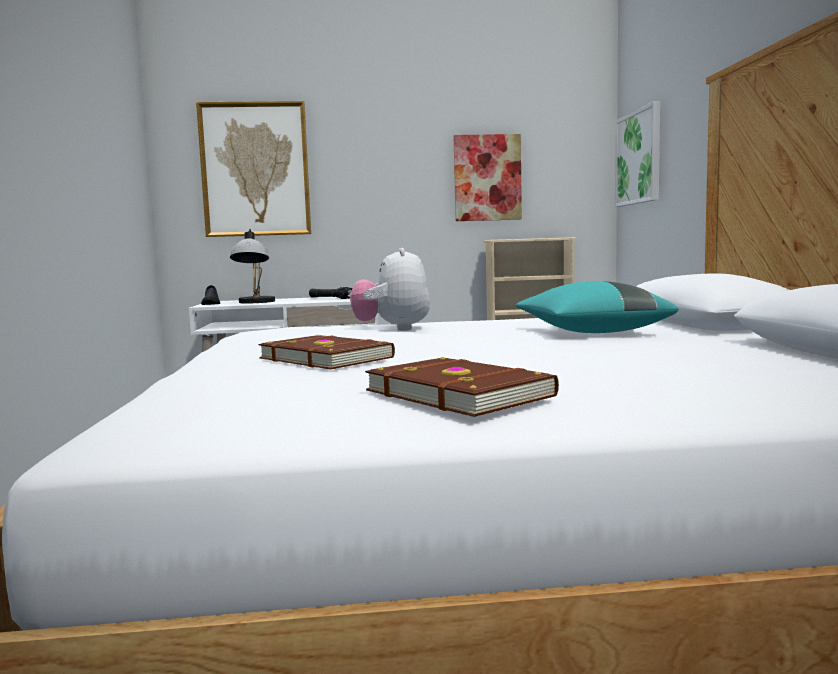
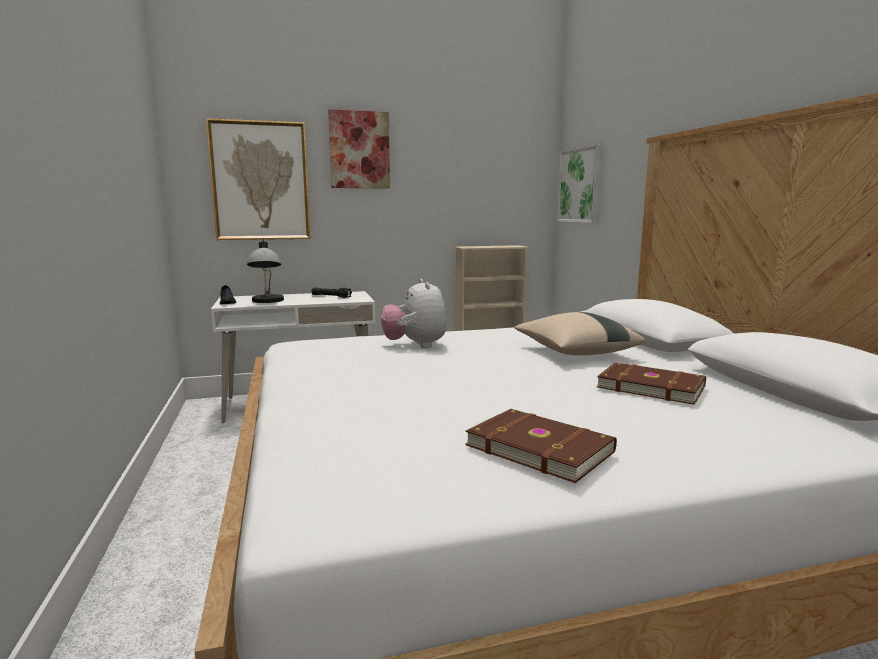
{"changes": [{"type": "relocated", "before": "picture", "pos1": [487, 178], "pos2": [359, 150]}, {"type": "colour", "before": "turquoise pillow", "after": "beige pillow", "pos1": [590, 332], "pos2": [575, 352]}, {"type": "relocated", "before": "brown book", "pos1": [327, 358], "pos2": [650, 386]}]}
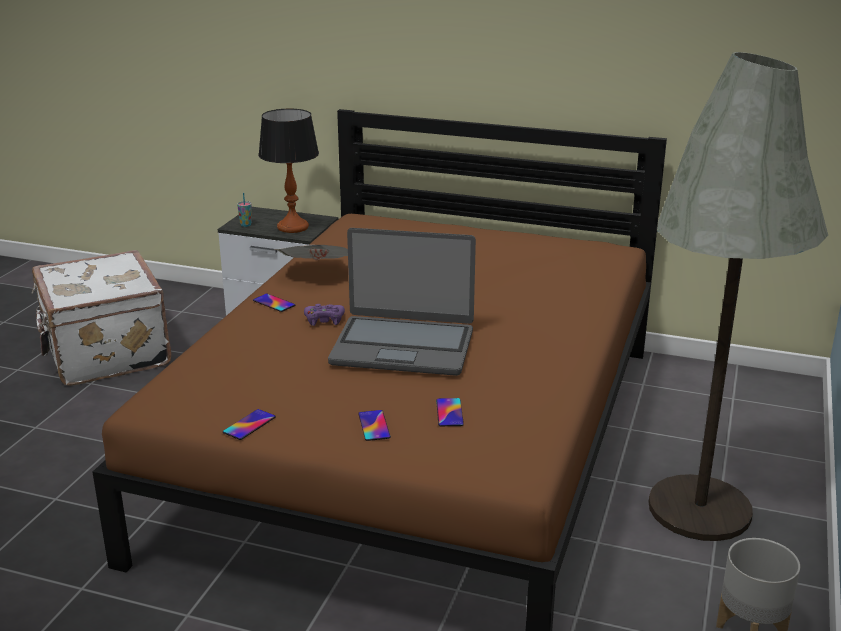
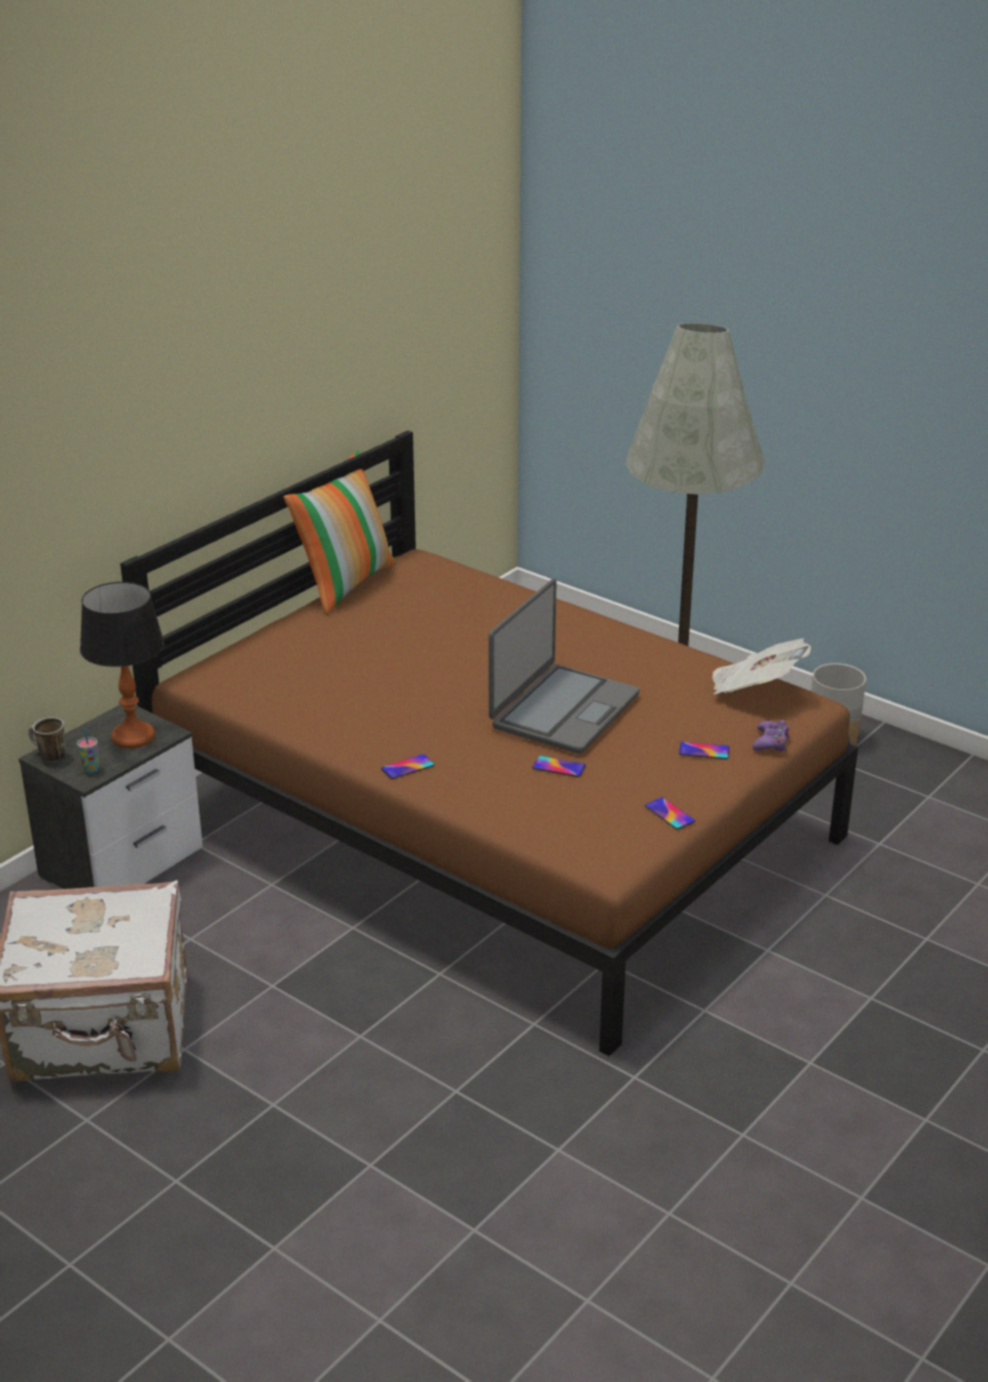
{"changes": [{"type": "relocated", "before": "newspaper", "pos1": [318, 273], "pos2": [755, 689]}, {"type": "relocated", "before": "purple game controller", "pos1": [324, 320], "pos2": [771, 742]}, {"type": "relocated", "before": "phone", "pos1": [449, 412], "pos2": [559, 767]}, {"type": "appeared", "after": "pillow", "pos2": [345, 583]}, {"type": "appeared", "after": "mug", "pos2": [48, 757]}]}
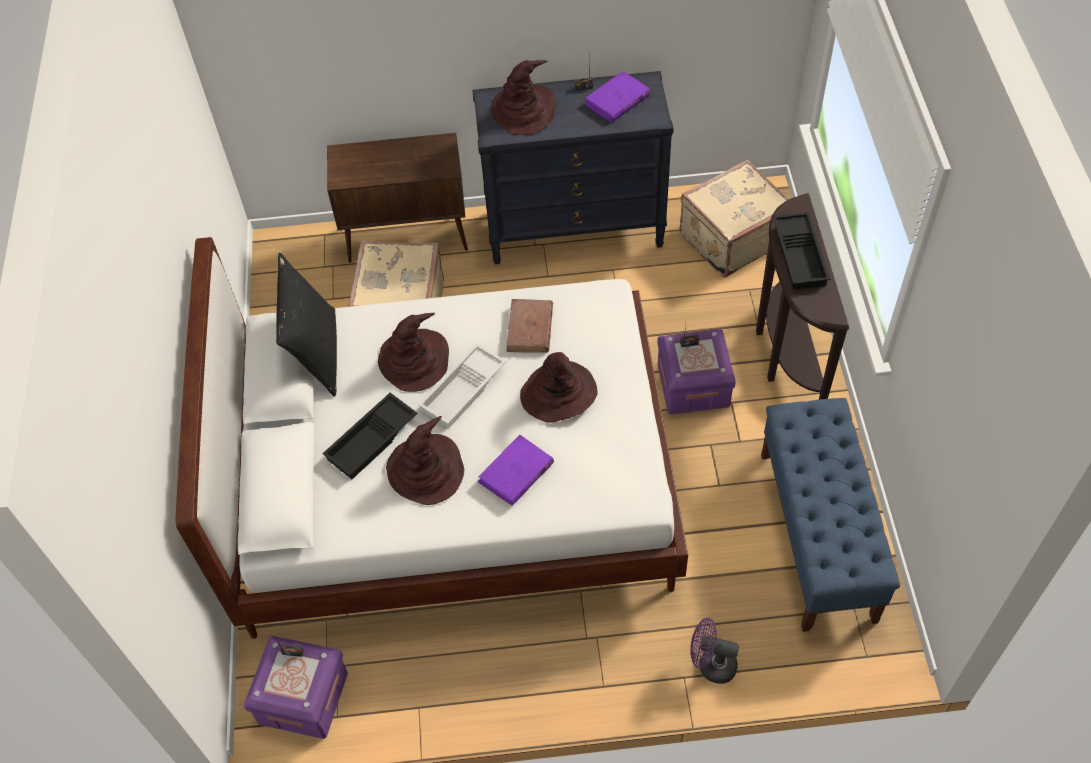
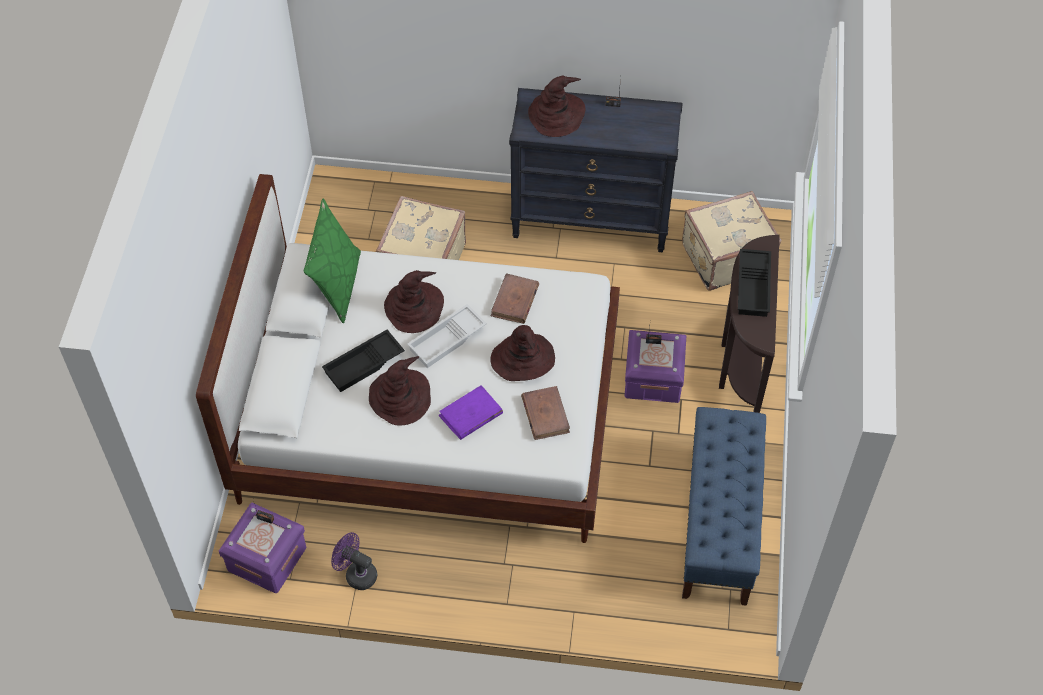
{"changes": [{"type": "missing", "before": "purple book", "pos1": [617, 100]}, {"type": "missing", "before": "brown cabinet", "pos1": [408, 237]}, {"type": "colour", "before": "black pillow", "after": "green pillow", "pos1": [316, 353], "pos2": [337, 285]}, {"type": "relocated", "before": "purple fan", "pos1": [711, 664], "pos2": [356, 574]}, {"type": "appeared", "after": "brown book", "pos2": [545, 414]}]}
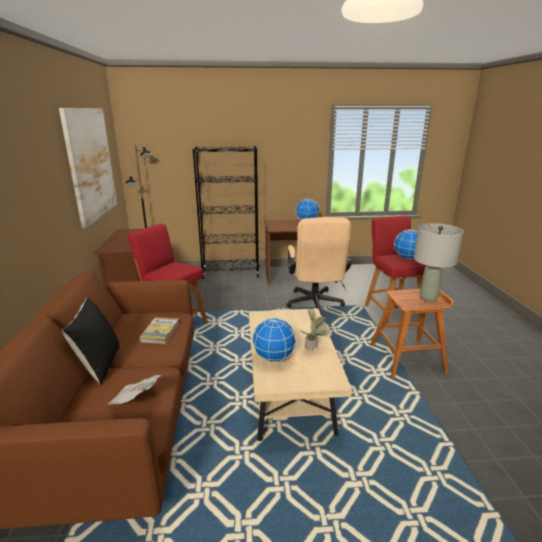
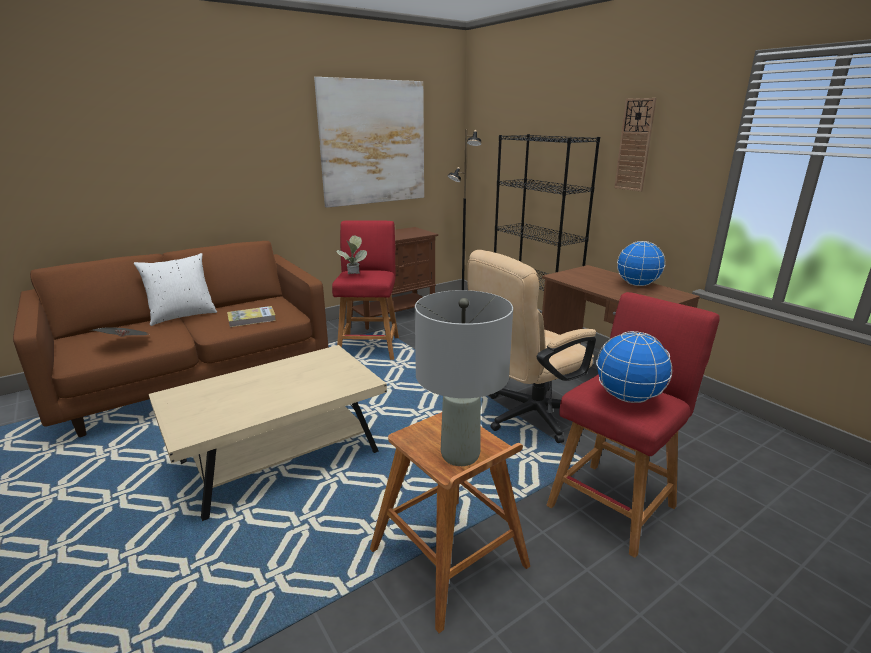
{"changes": [{"type": "colour", "before": "black pillow", "after": "white pillow", "pos1": [99, 365], "pos2": [182, 316]}, {"type": "relocated", "before": "potted plant", "pos1": [314, 348], "pos2": [353, 276]}, {"type": "missing", "before": "globe", "pos1": [273, 358]}, {"type": "appeared", "after": "wall clock", "pos2": [635, 145]}]}
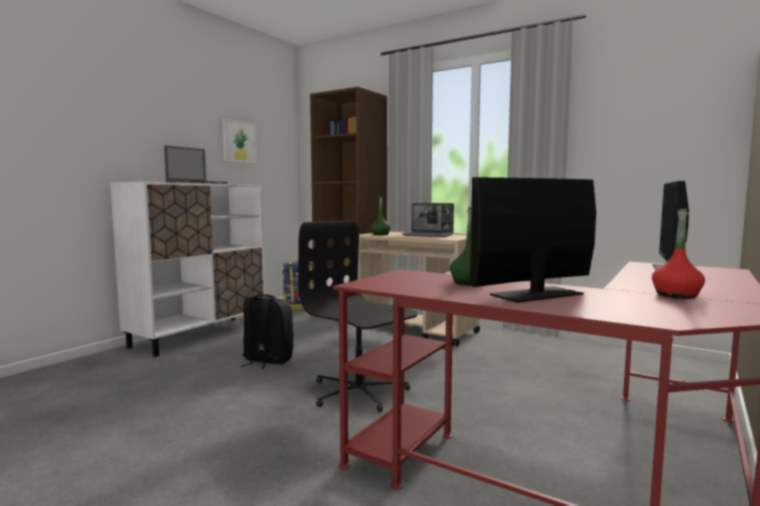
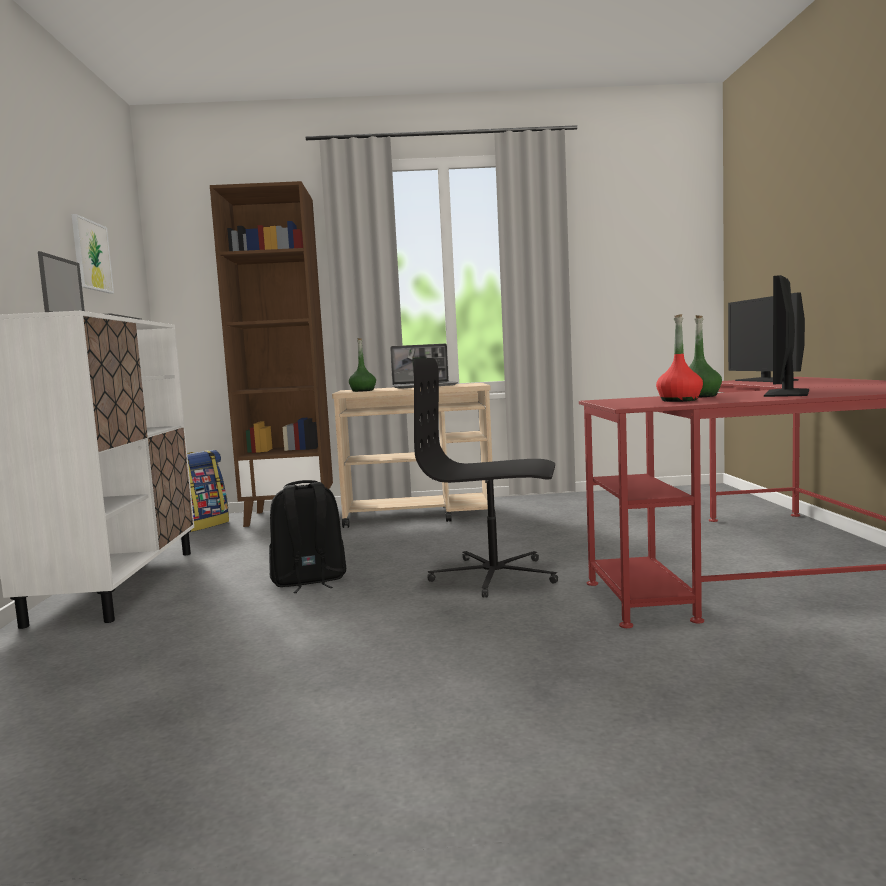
{"changes": [{"type": "relocated", "before": "red bottle", "pos1": [676, 295], "pos2": [679, 400]}]}
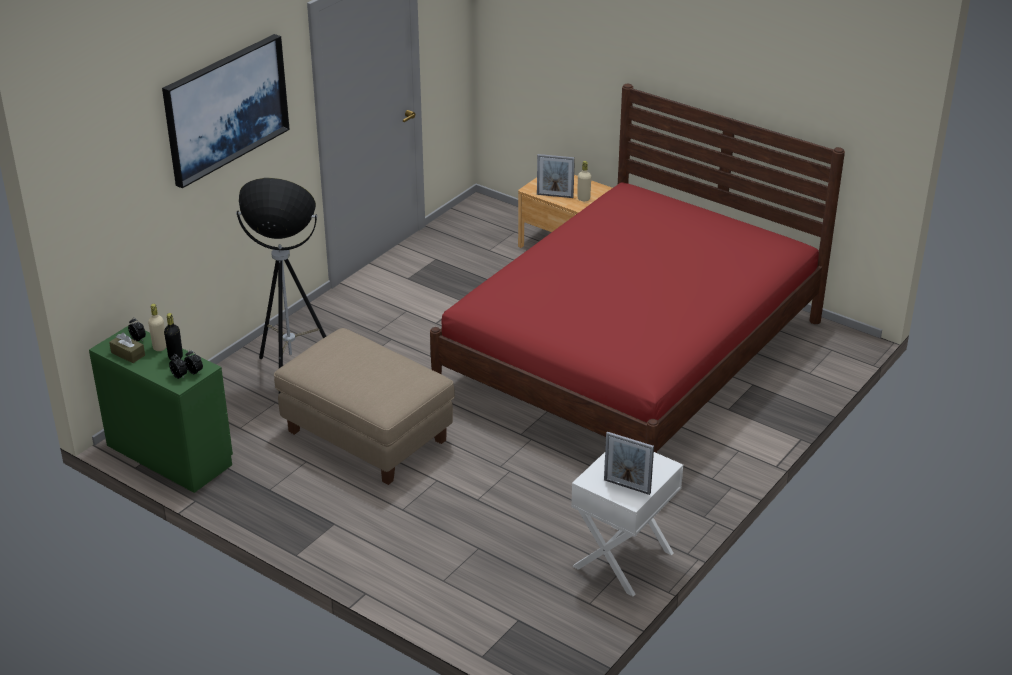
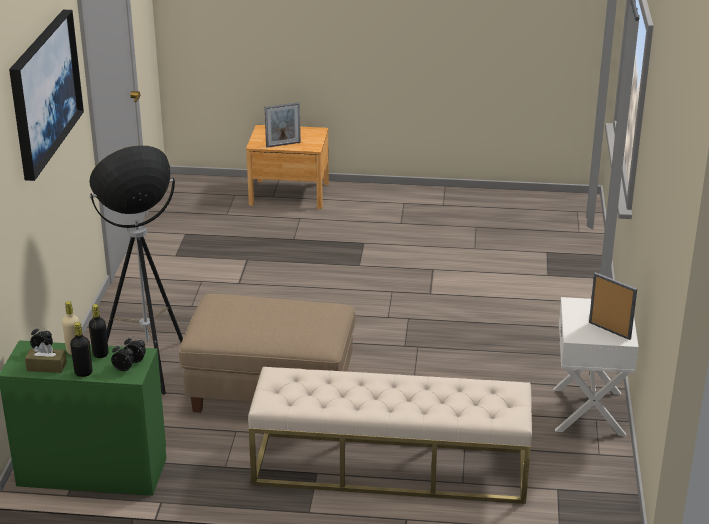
{"changes": [{"type": "missing", "before": "red bed", "pos1": [632, 356]}, {"type": "missing", "before": "beige bottle", "pos1": [583, 199]}, {"type": "spun", "before": "picture frame", "pos1": [627, 486], "pos2": [609, 330], "turn": -135}, {"type": "appeared", "after": "black bottle", "pos2": [83, 373]}, {"type": "appeared", "after": "beige bench", "pos2": [390, 467]}]}
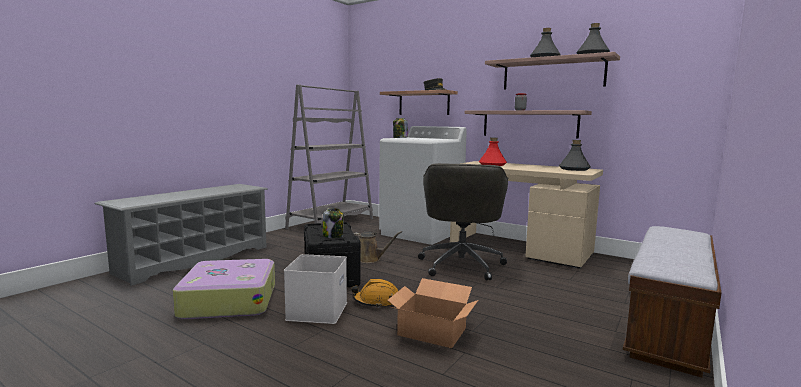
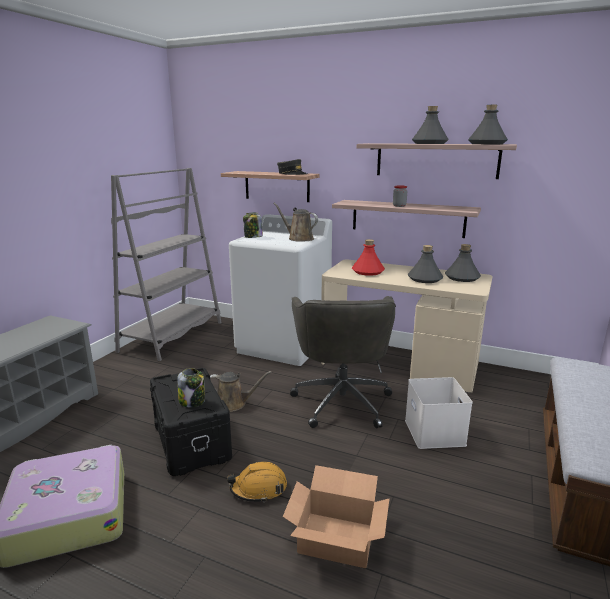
{"changes": [{"type": "relocated", "before": "white storage box", "pos1": [316, 310], "pos2": [433, 432]}, {"type": "appeared", "after": "brown watering can", "pos2": [298, 238]}, {"type": "appeared", "after": "grey bottle", "pos2": [424, 279]}]}
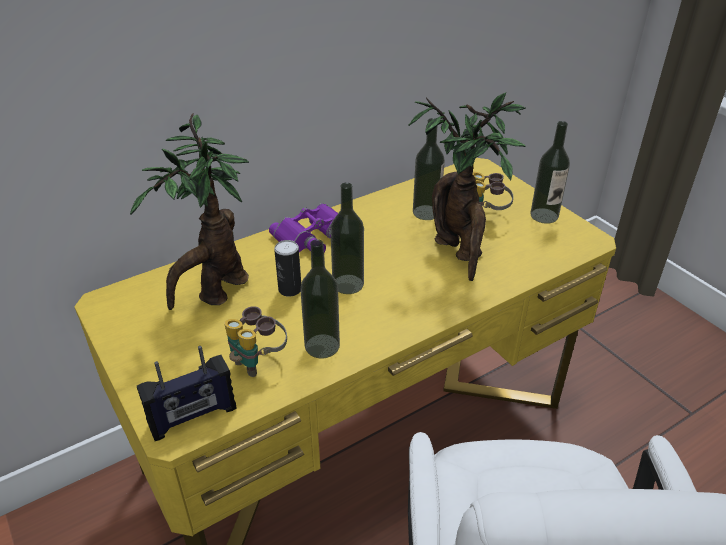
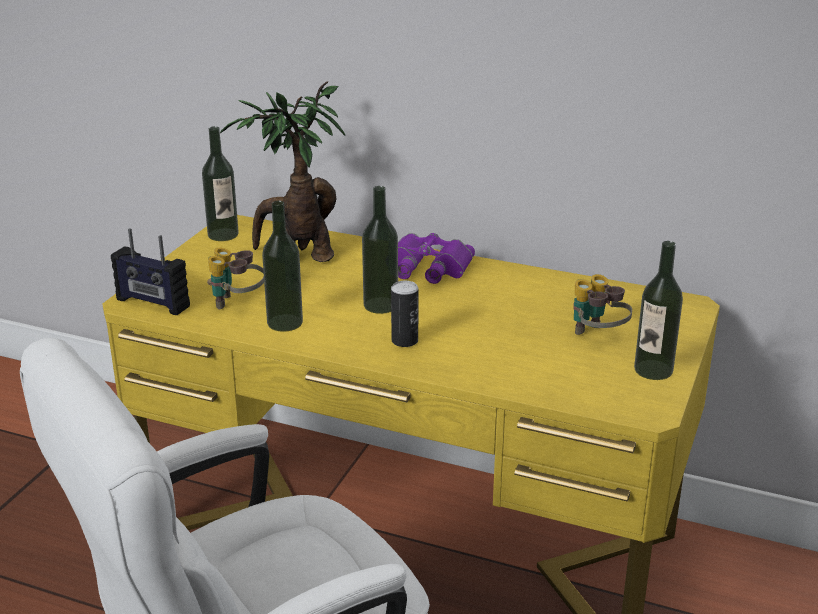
{"changes": [{"type": "missing", "before": "potted plant", "pos1": [459, 253]}, {"type": "relocated", "before": "bottle", "pos1": [426, 212], "pos2": [223, 234]}, {"type": "relocated", "before": "can", "pos1": [290, 289], "pos2": [404, 341]}]}
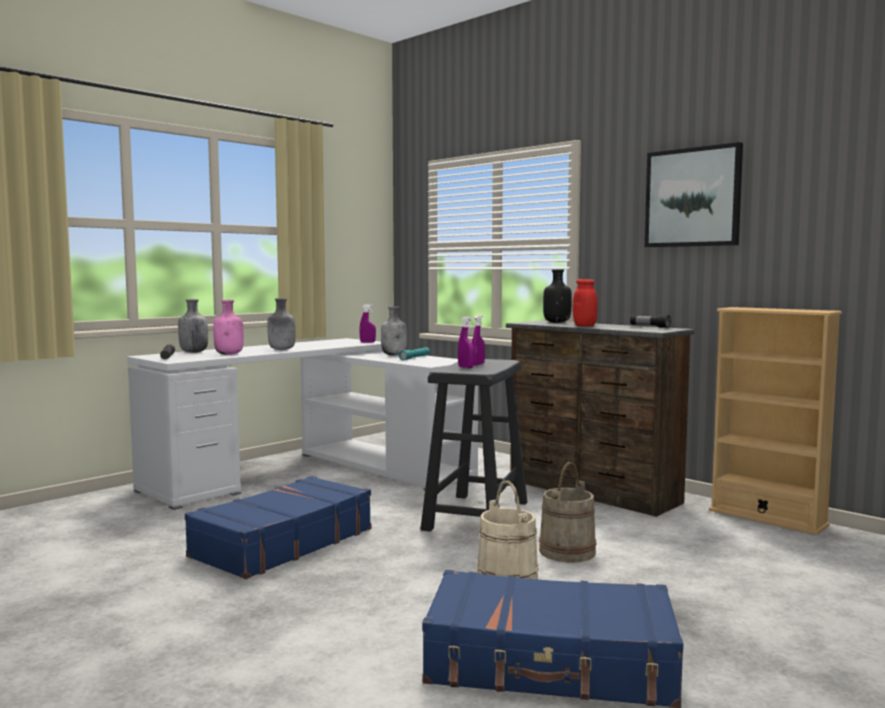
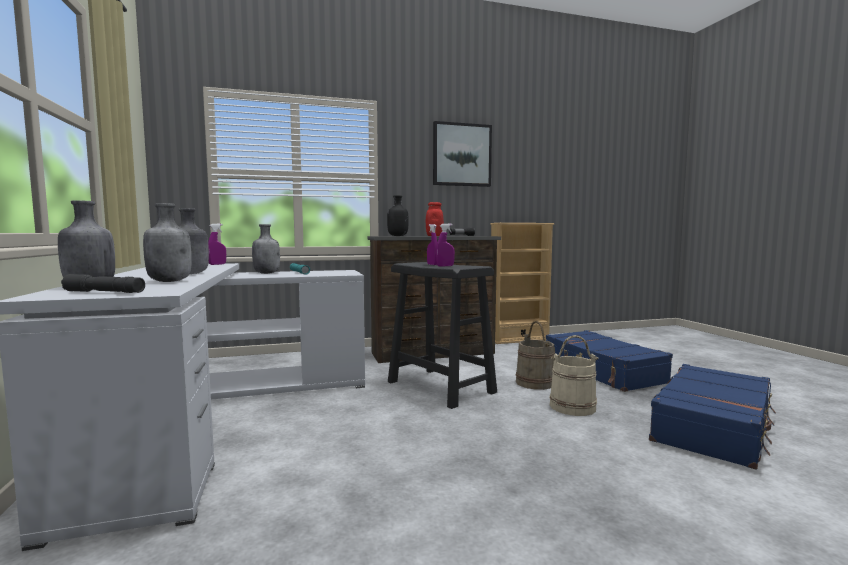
{"changes": [{"type": "colour", "before": "pink bottle", "after": "grey bottle", "pos1": [229, 354], "pos2": [170, 281]}, {"type": "relocated", "before": "blue suitcase", "pos1": [282, 543], "pos2": [602, 371]}]}
